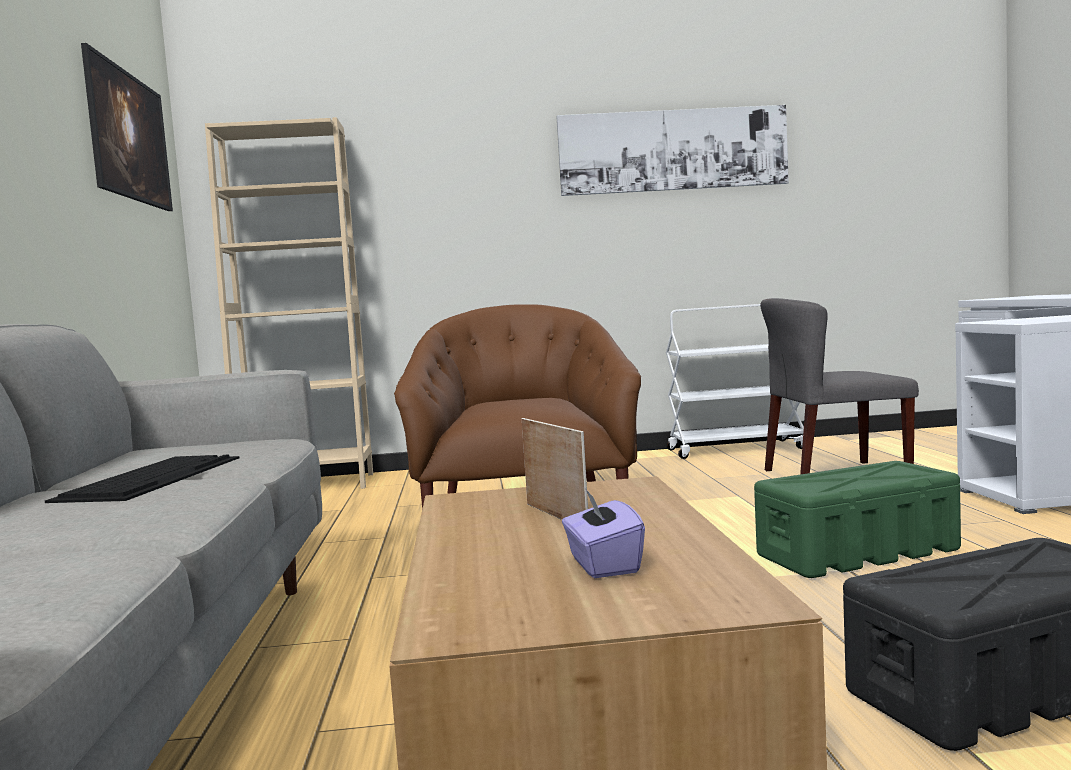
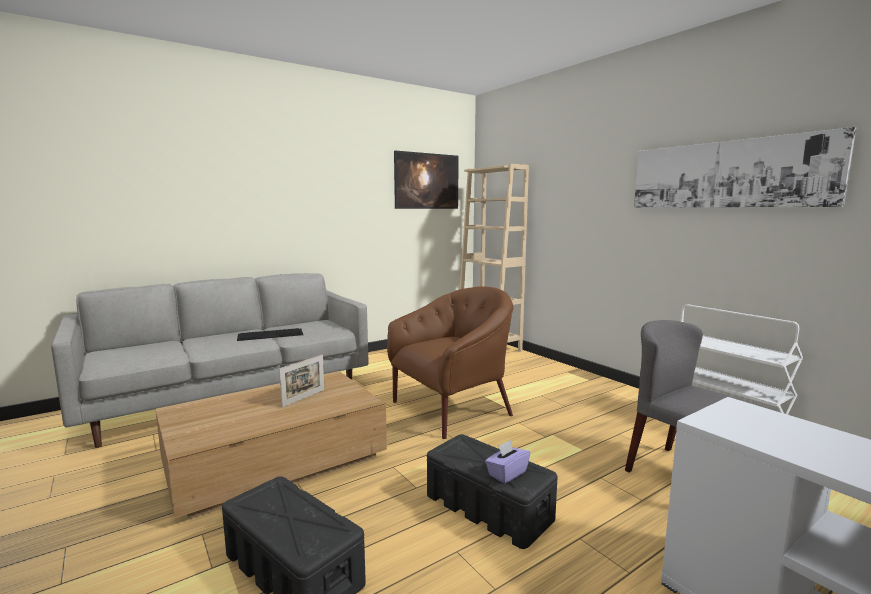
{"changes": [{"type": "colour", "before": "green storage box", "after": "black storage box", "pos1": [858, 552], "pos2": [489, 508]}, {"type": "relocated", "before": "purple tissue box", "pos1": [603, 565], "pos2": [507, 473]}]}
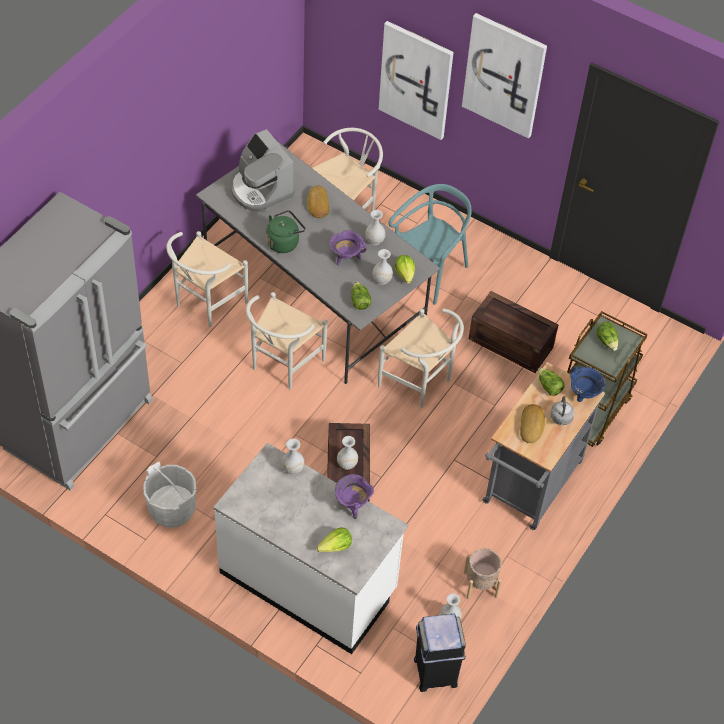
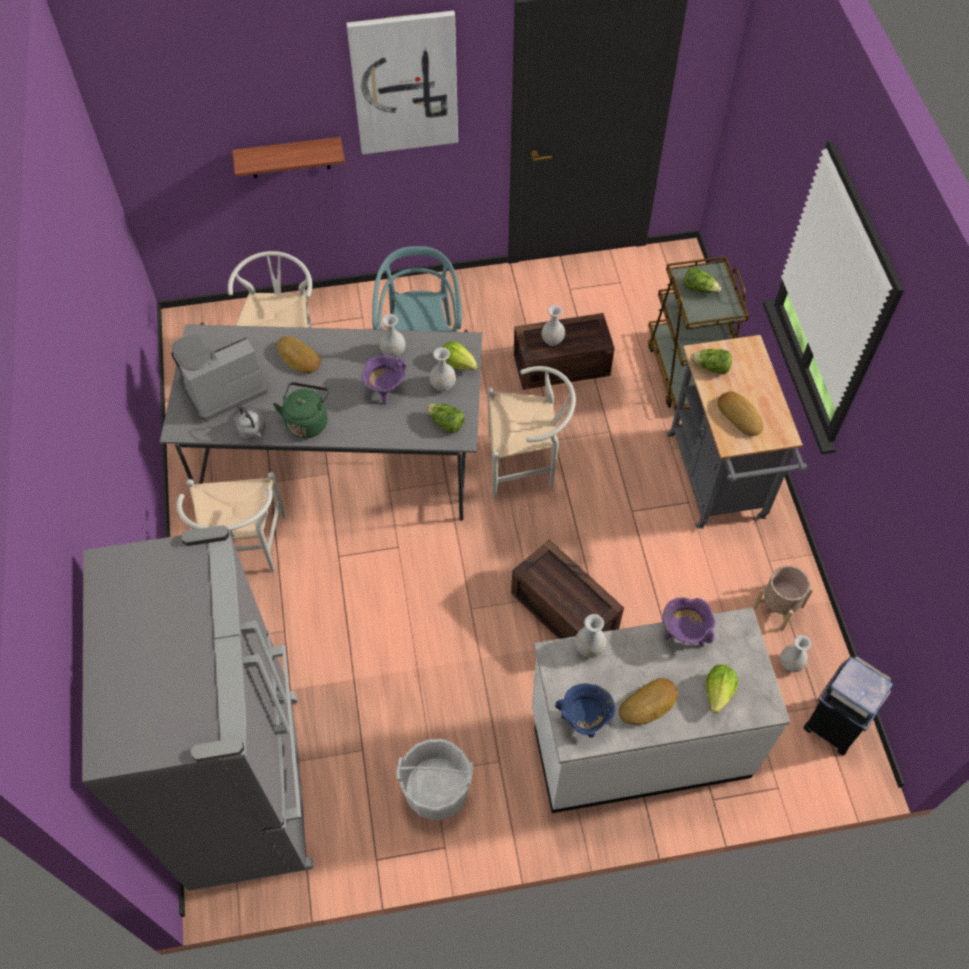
{"changes": [{"type": "exchanged", "before": "picture", "after": "shelf", "pos1": [416, 79], "pos2": [289, 158]}, {"type": "spun", "before": "coffee machine", "pos1": [260, 189], "pos2": [222, 386], "turn": 135}, {"type": "missing", "before": "white chair", "pos1": [282, 365]}, {"type": "relocated", "before": "blue cooking pot", "pos1": [583, 395], "pos2": [584, 720]}, {"type": "relocated", "before": "grey kettle", "pos1": [561, 419], "pos2": [253, 431]}, {"type": "relocated", "before": "white vase", "pos1": [347, 464], "pos2": [553, 340]}, {"type": "appeared", "after": "bread", "pos2": [649, 705]}]}
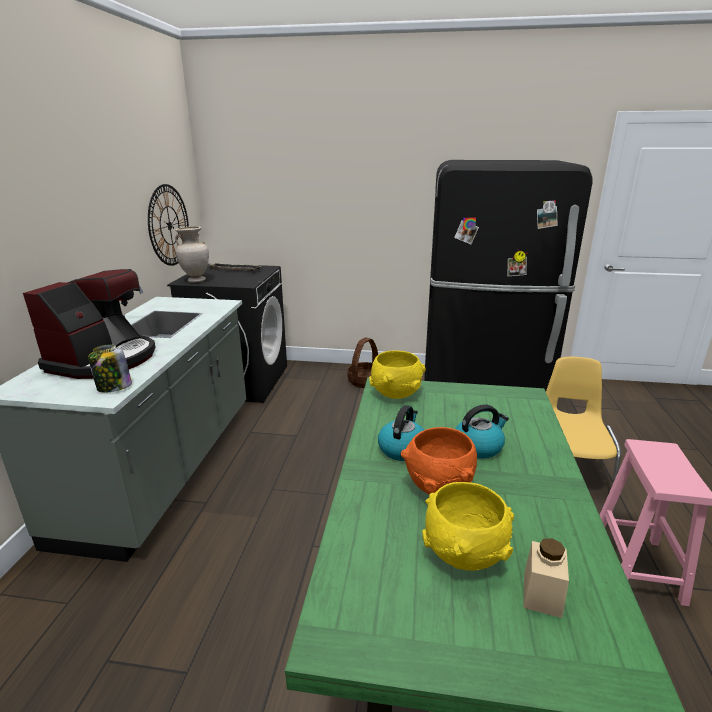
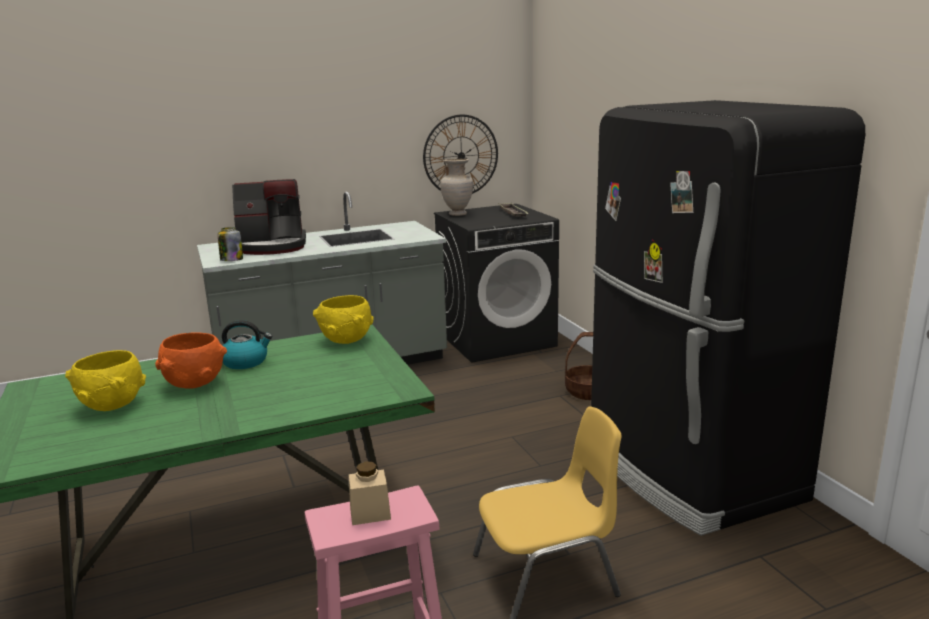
{"changes": [{"type": "missing", "before": "kettle", "pos1": [478, 446]}, {"type": "relocated", "before": "beige jar", "pos1": [542, 594], "pos2": [370, 513]}]}
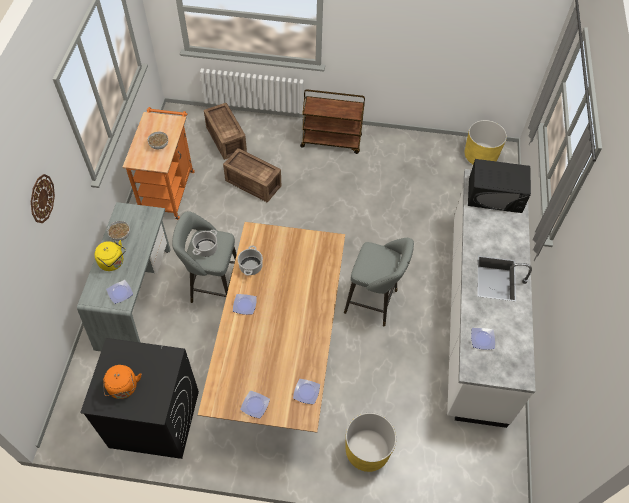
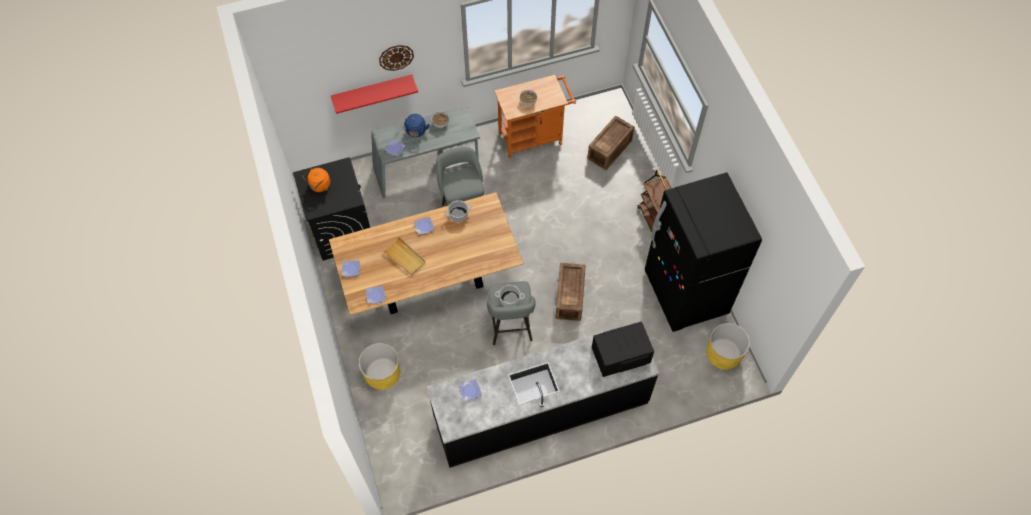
{"changes": [{"type": "relocated", "before": "crate", "pos1": [253, 182], "pos2": [570, 296]}, {"type": "spun", "before": "black microwave", "pos1": [495, 195], "pos2": [620, 355], "turn": 90}, {"type": "colour", "before": "white counter", "after": "black counter", "pos1": [475, 315], "pos2": [541, 410]}, {"type": "relocated", "before": "cooking pot", "pos1": [206, 248], "pos2": [510, 299]}, {"type": "colour", "before": "yellow kettle", "after": "blue kettle", "pos1": [113, 263], "pos2": [416, 132]}, {"type": "appeared", "after": "red shelf", "pos2": [372, 91]}, {"type": "appeared", "after": "black fridge", "pos2": [685, 293]}, {"type": "appeared", "after": "beige tray", "pos2": [404, 257]}]}
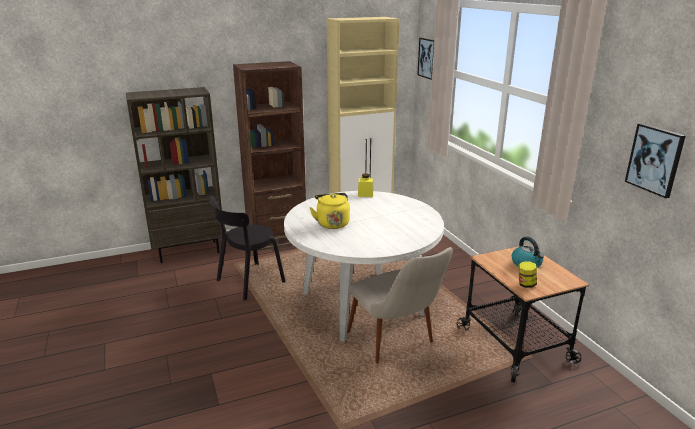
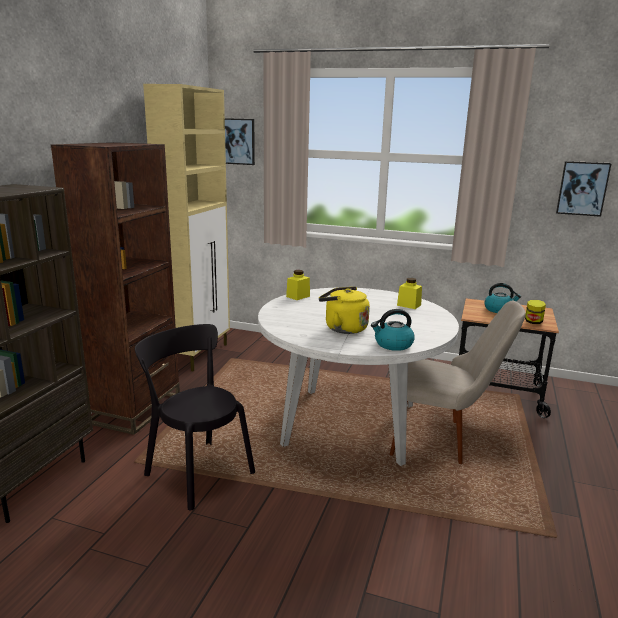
{"changes": [{"type": "spun", "before": "black chair", "pos1": [248, 282], "pos2": [197, 471], "turn": 135}, {"type": "appeared", "after": "yellow jar", "pos2": [409, 305]}, {"type": "appeared", "after": "kettle", "pos2": [393, 344]}]}
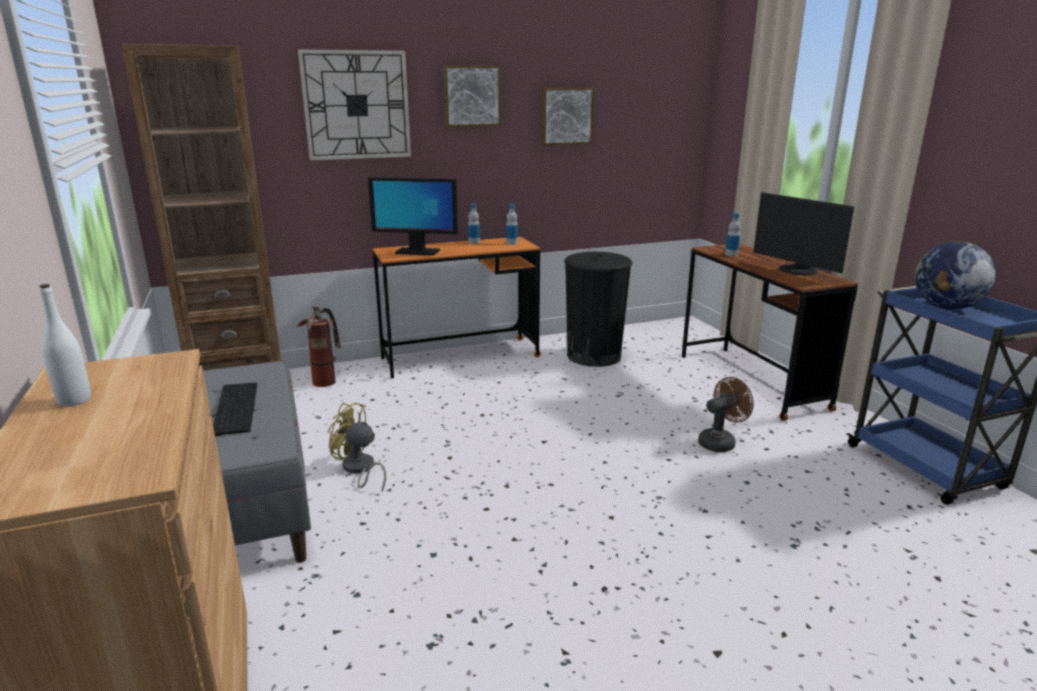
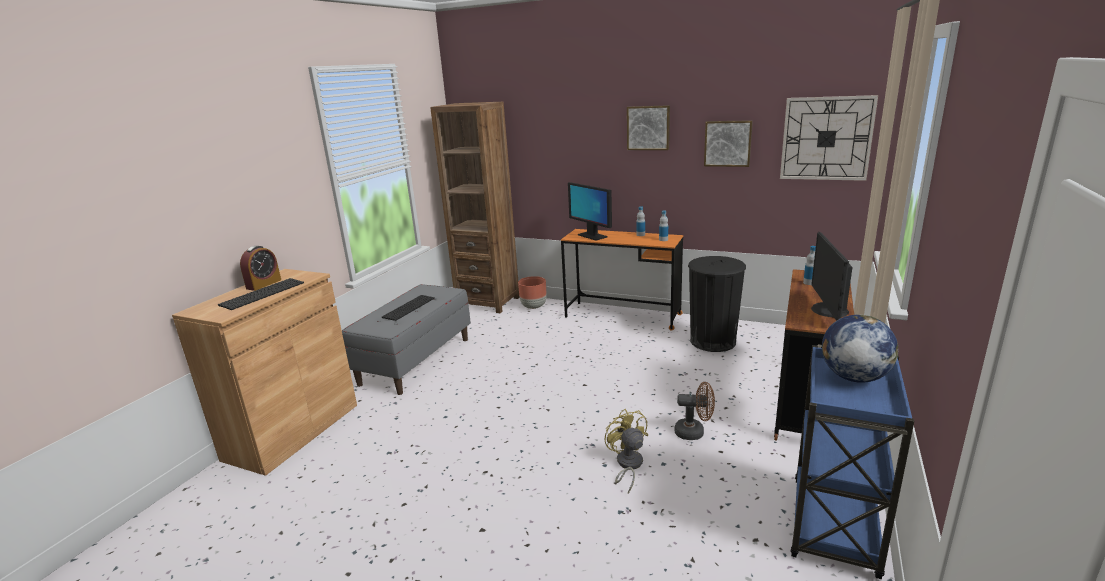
{"changes": [{"type": "relocated", "before": "wall clock", "pos1": [356, 105], "pos2": [826, 138]}, {"type": "exchanged", "before": "white bottle", "after": "alarm clock", "pos1": [74, 400], "pos2": [264, 284]}, {"type": "exchanged", "before": "fire extinguisher", "after": "brown planter", "pos1": [325, 378], "pos2": [533, 307]}, {"type": "relocated", "before": "yellow fan", "pos1": [359, 470], "pos2": [627, 465]}, {"type": "appeared", "after": "keyboard", "pos2": [262, 293]}]}
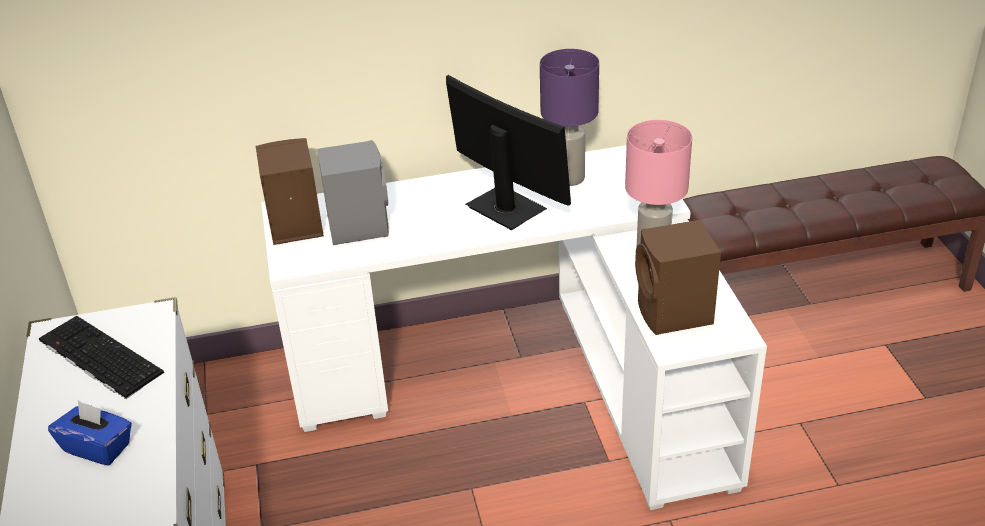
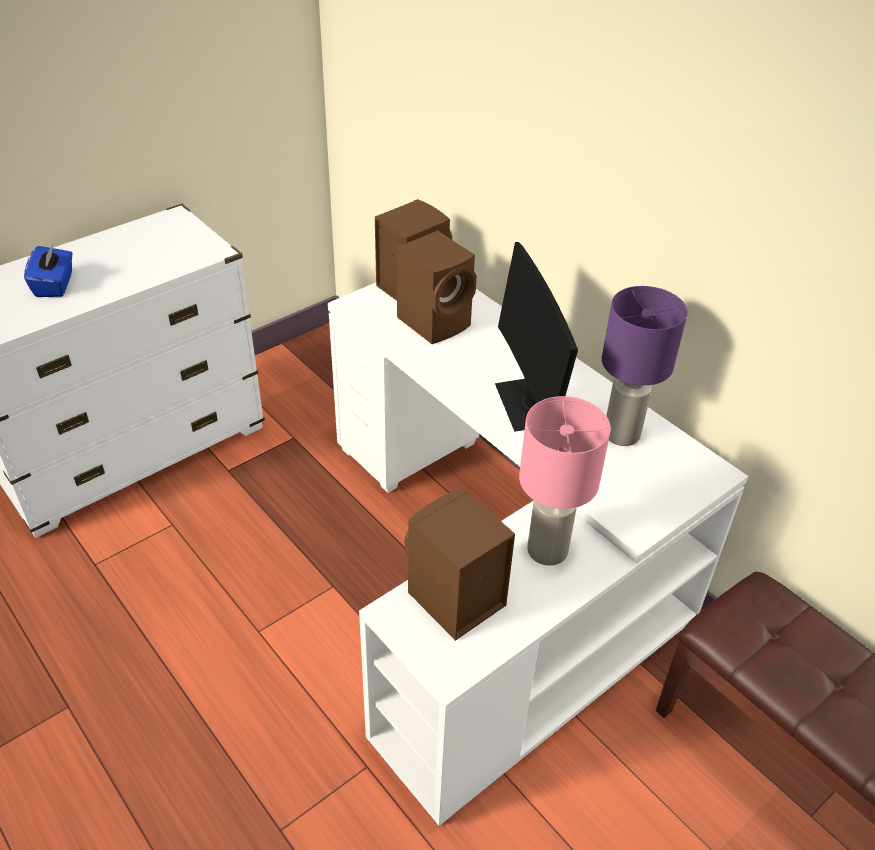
{"changes": [{"type": "spun", "before": "monitor", "pos1": [506, 208], "pos2": [531, 405], "turn": 150}, {"type": "colour", "before": "grey speaker", "after": "brown speaker", "pos1": [358, 225], "pos2": [436, 321]}, {"type": "missing", "before": "keyboard", "pos1": [97, 357]}]}
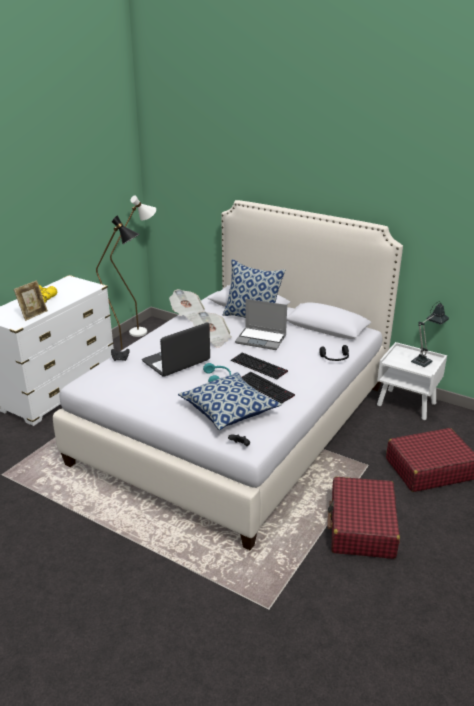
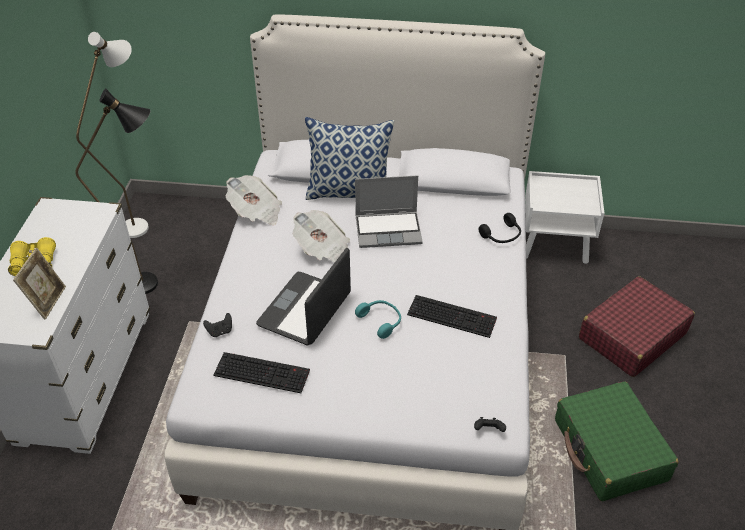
{"changes": [{"type": "missing", "before": "table lamp", "pos1": [424, 360]}, {"type": "relocated", "before": "keyboard", "pos1": [260, 366], "pos2": [263, 372]}, {"type": "missing", "before": "pillow", "pos1": [229, 411]}, {"type": "colour", "before": "red suitcase", "after": "green suitcase", "pos1": [361, 527], "pos2": [609, 450]}]}
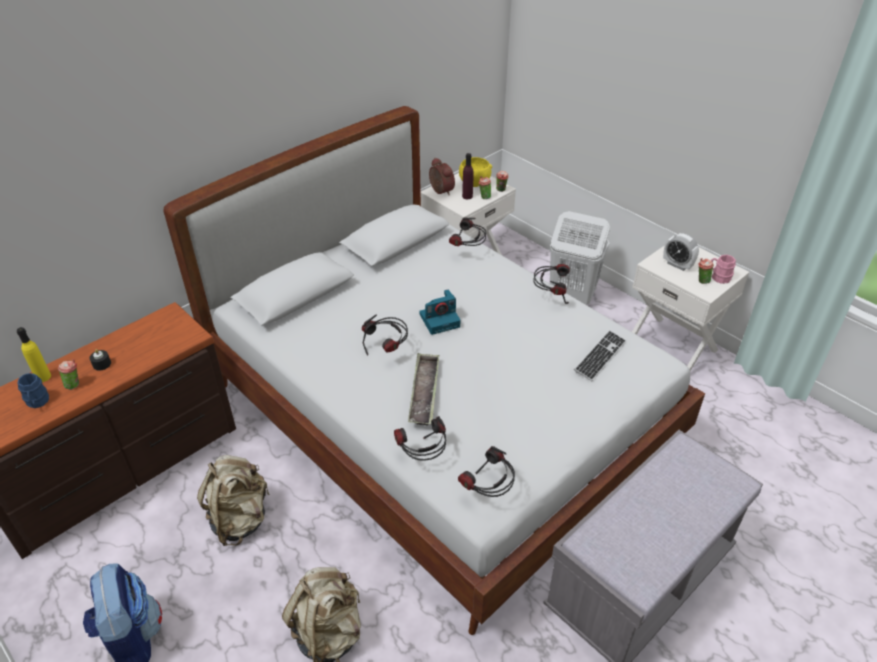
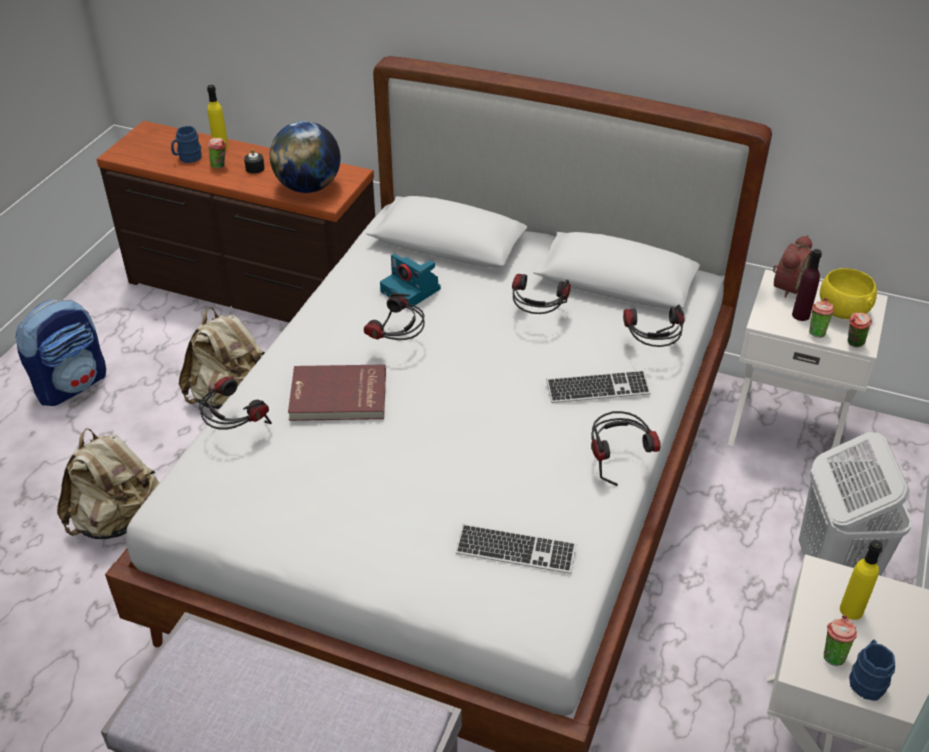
{"changes": [{"type": "exchanged", "before": "alarm clock", "after": "yellow bottle", "pos1": [677, 265], "pos2": [851, 610]}, {"type": "colour", "before": "pink mug", "after": "blue mug", "pos1": [718, 277], "pos2": [866, 679]}, {"type": "relocated", "before": "photo camera", "pos1": [440, 320], "pos2": [412, 290]}, {"type": "exchanged", "before": "tray", "after": "red book", "pos1": [424, 392], "pos2": [338, 397]}, {"type": "relocated", "before": "headphones", "pos1": [488, 492], "pos2": [537, 318]}, {"type": "appeared", "after": "globe", "pos2": [308, 187]}, {"type": "appeared", "after": "keyboard", "pos2": [598, 389]}]}
